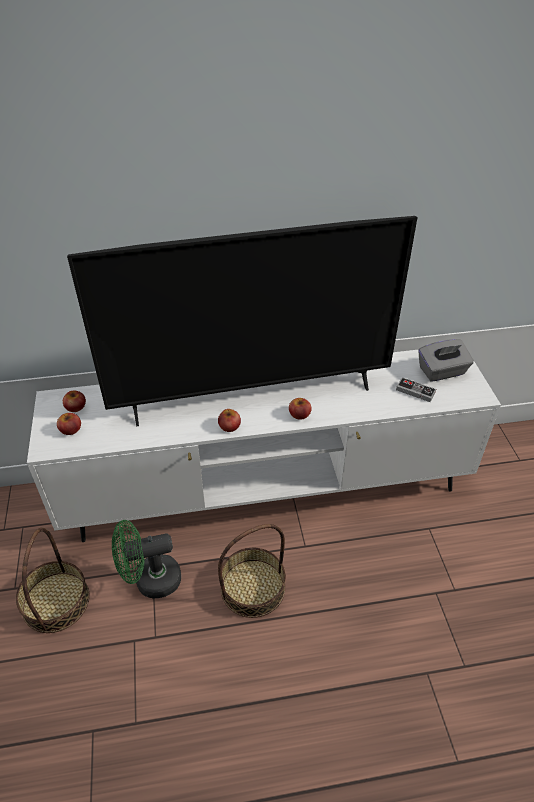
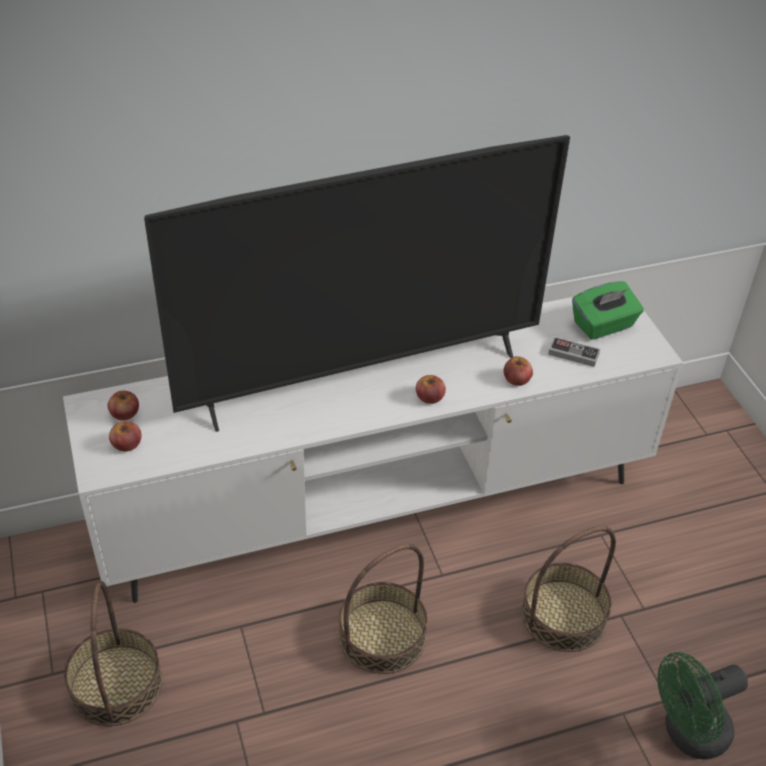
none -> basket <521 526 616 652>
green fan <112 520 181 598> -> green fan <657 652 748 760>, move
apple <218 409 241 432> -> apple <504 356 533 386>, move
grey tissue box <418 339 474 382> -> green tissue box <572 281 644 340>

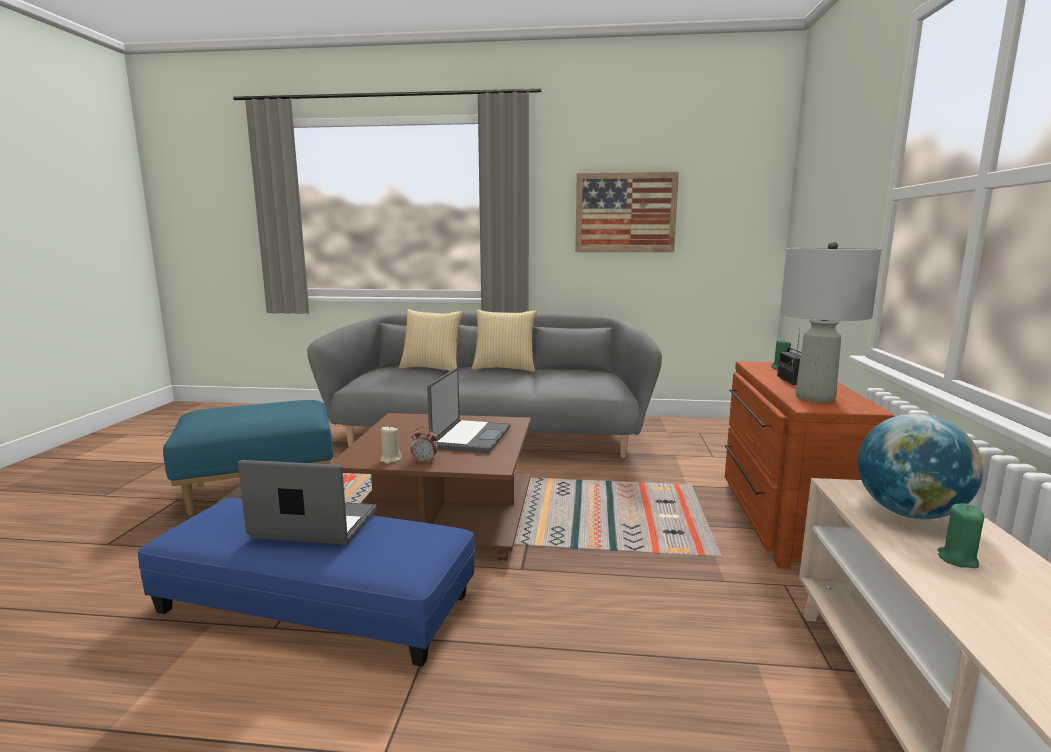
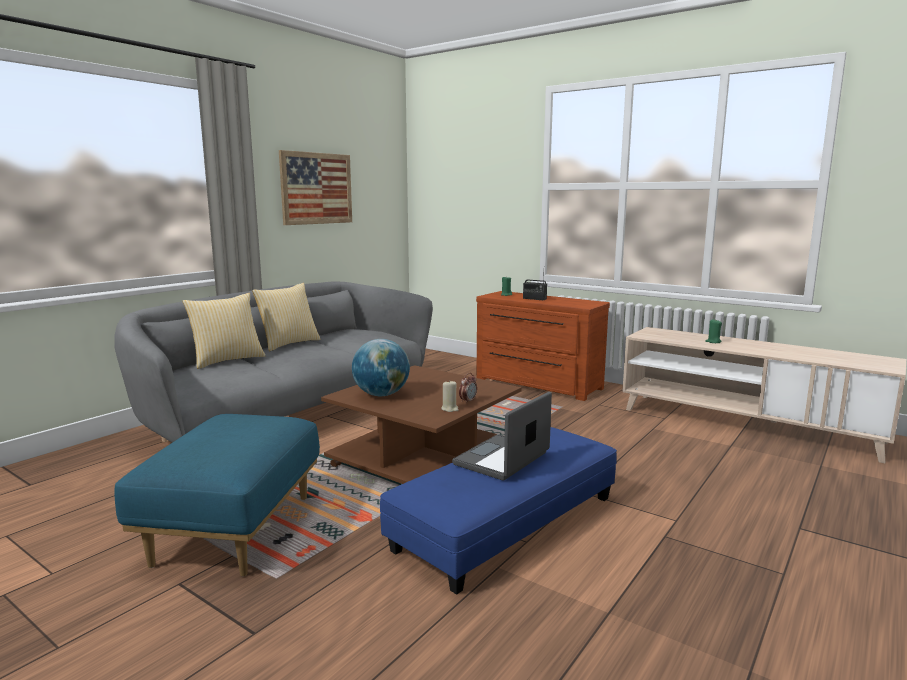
laptop <427 368 511 453> -> none
grey table lamp <780 242 881 403> -> none
globe <858 413 983 519> -> globe <352 339 410 396>, move

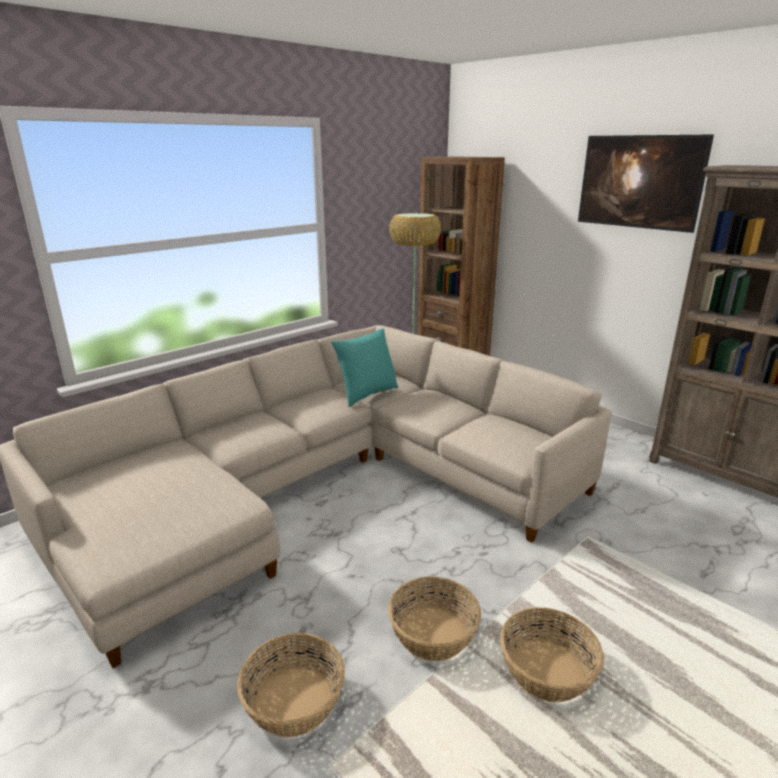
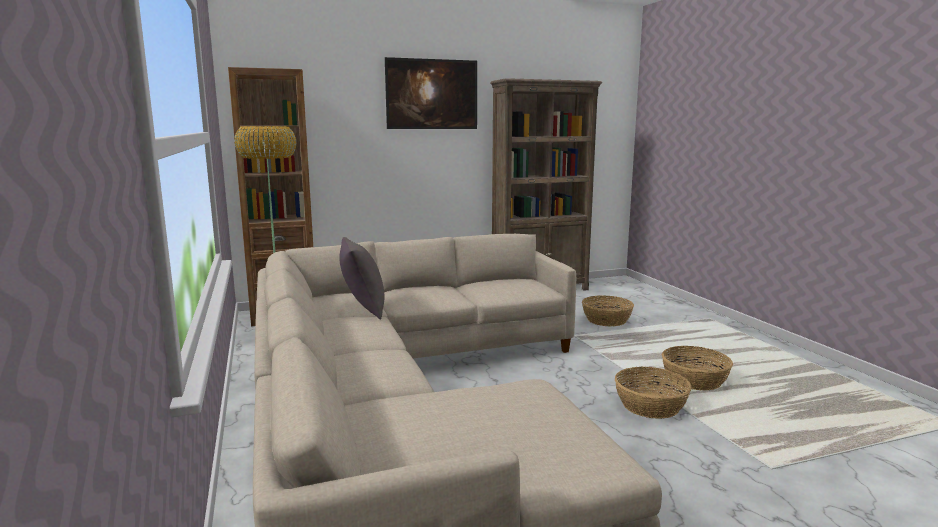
basket <237 633 345 737> -> basket <582 295 634 327>, move
turquoise pillow <331 328 398 407> -> grey pillow <339 237 385 320>

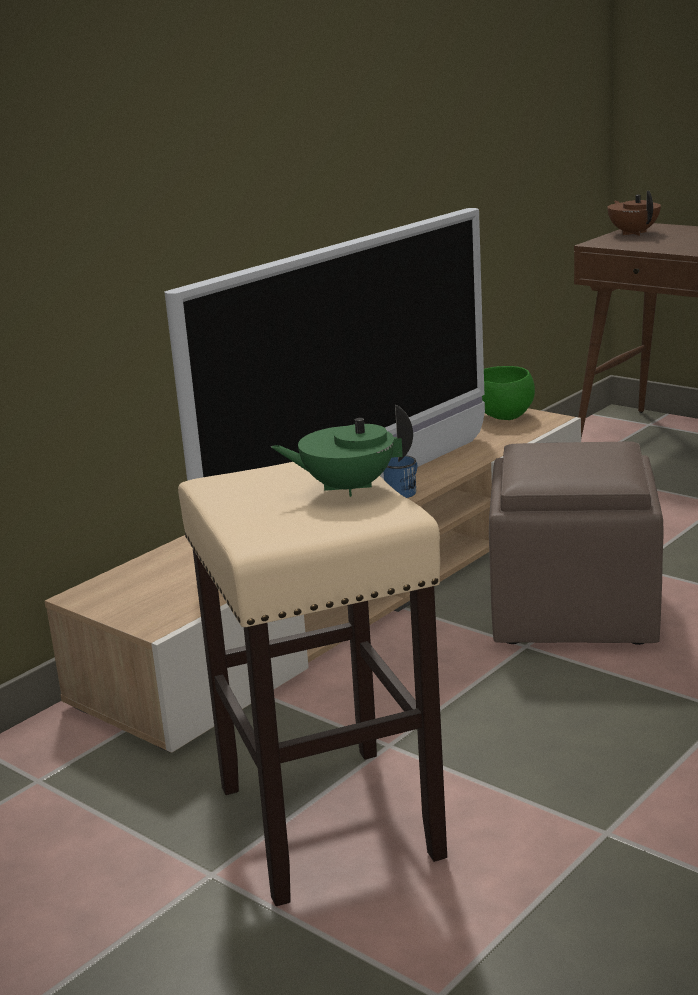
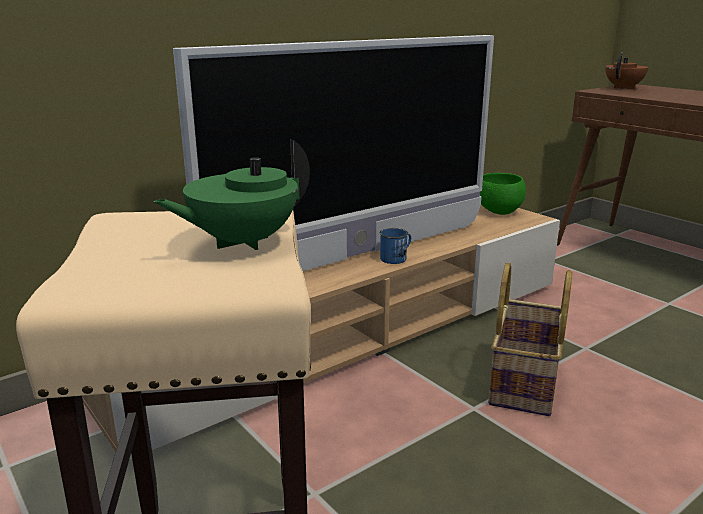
brown ottoman <489 441 663 645> -> basket <488 263 572 416>
green teapot <271 404 413 497> -> green teapot <153 139 310 250>, 45 degrees counterclockwise
brown teapot <607 191 661 236> -> brown teapot <605 53 649 89>, 45 degrees clockwise

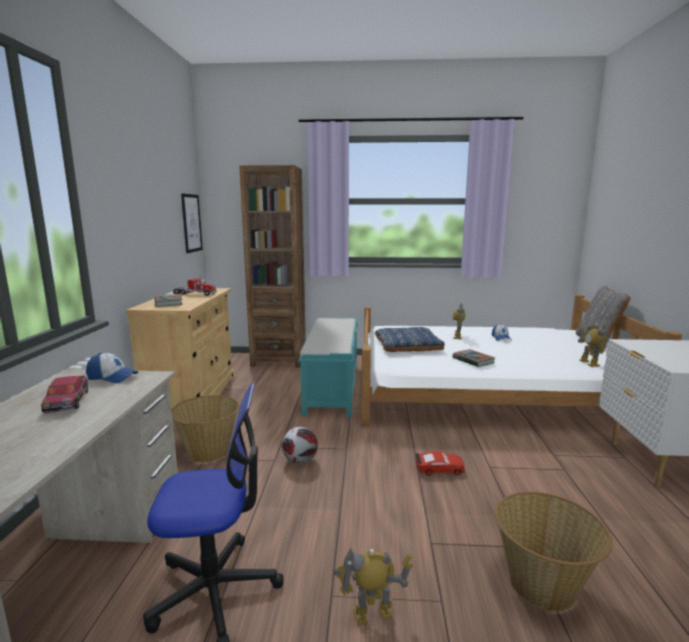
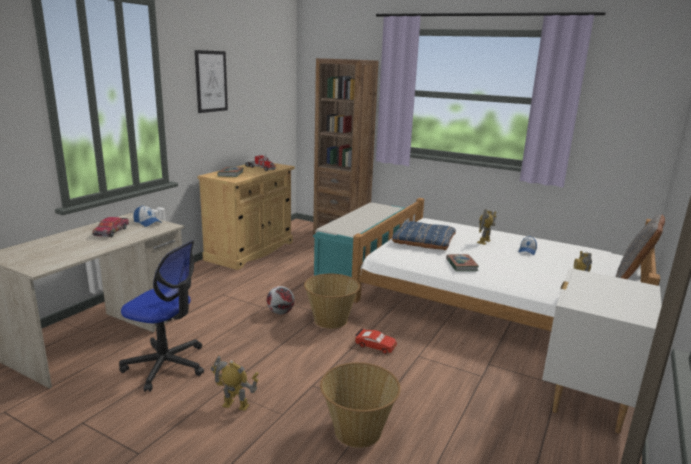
basket <171 395 240 463> -> basket <304 274 360 329>, move
picture <181 193 203 253> -> picture <195 50 228 113>, move

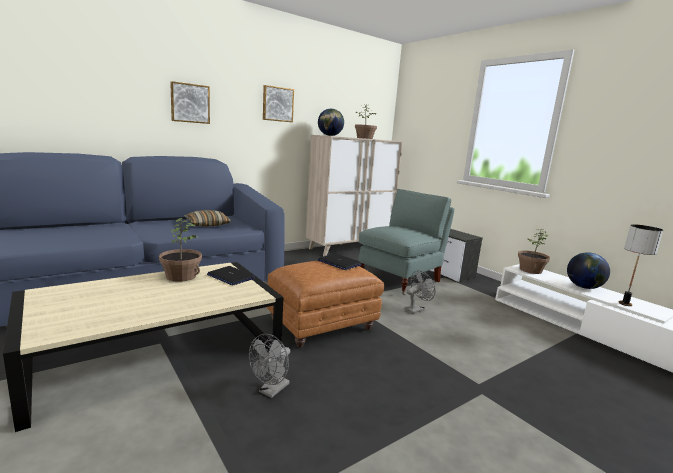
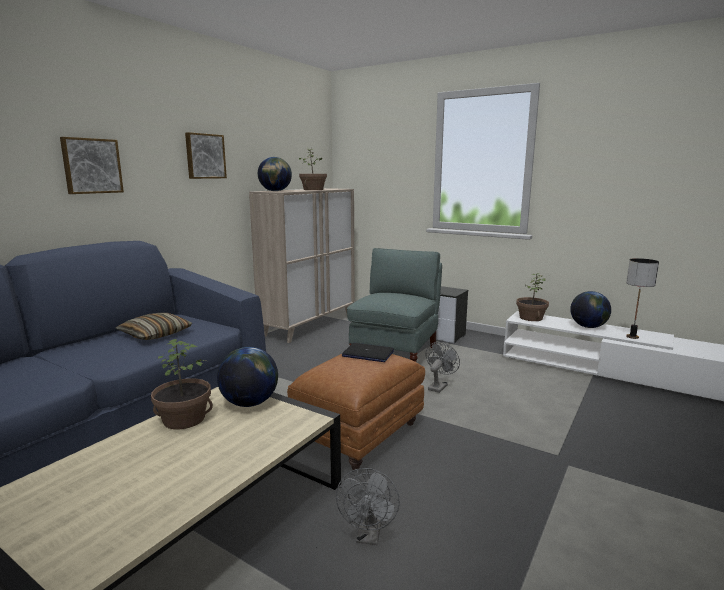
laptop <207 266 255 285> -> globe <217 347 278 407>

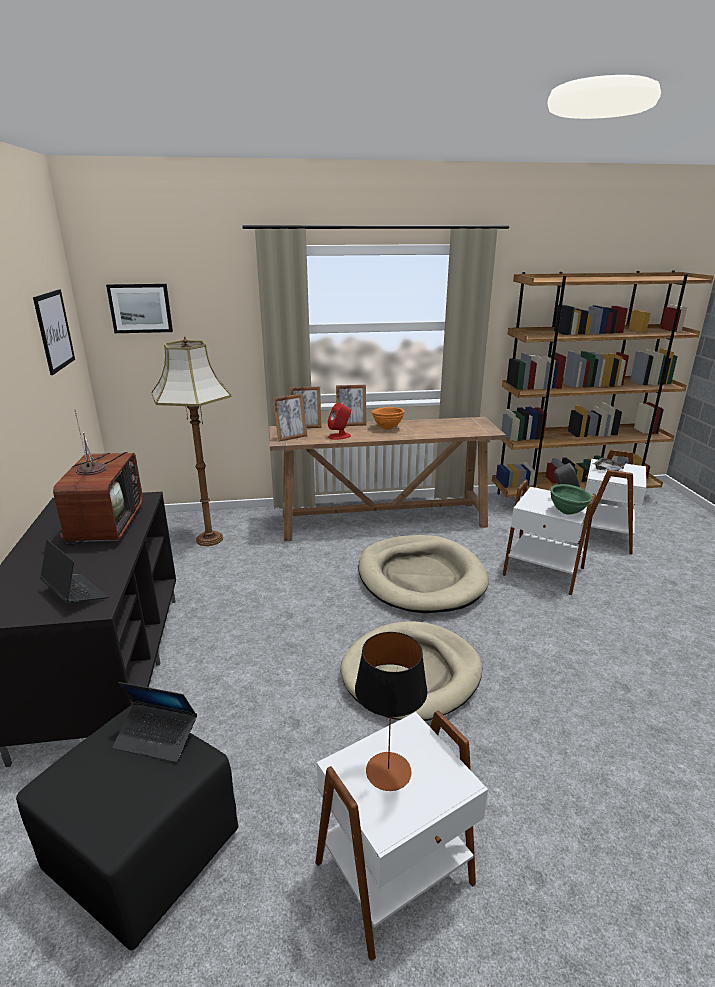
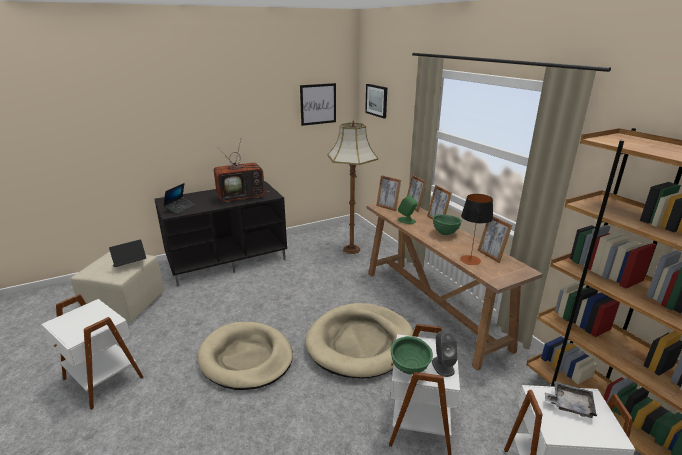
none -> picture frame <478 216 512 263>
table lamp <355 632 428 791> -> table lamp <460 194 493 265>, move
black ottoman <16 705 238 951> -> beige ottoman <71 252 164 323>
red speaker <328 402 351 440> -> green speaker <398 195 417 224>
orange bowl <371 407 405 429> -> green bowl <433 214 462 235>
laptop <112 682 197 762> -> laptop <109 239 146 267>, 60 degrees clockwise

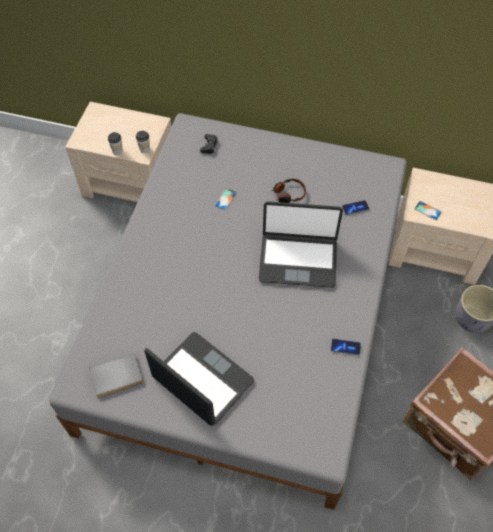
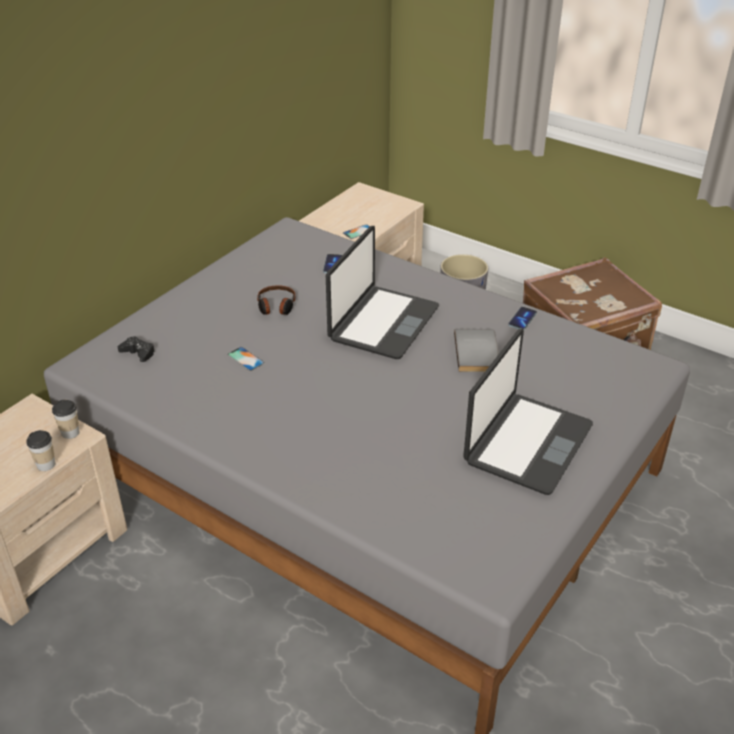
grey book <89 353 143 398> -> grey book <454 329 499 372>, move
laptop <144 332 254 426> -> laptop <463 329 593 495>, 150 degrees clockwise

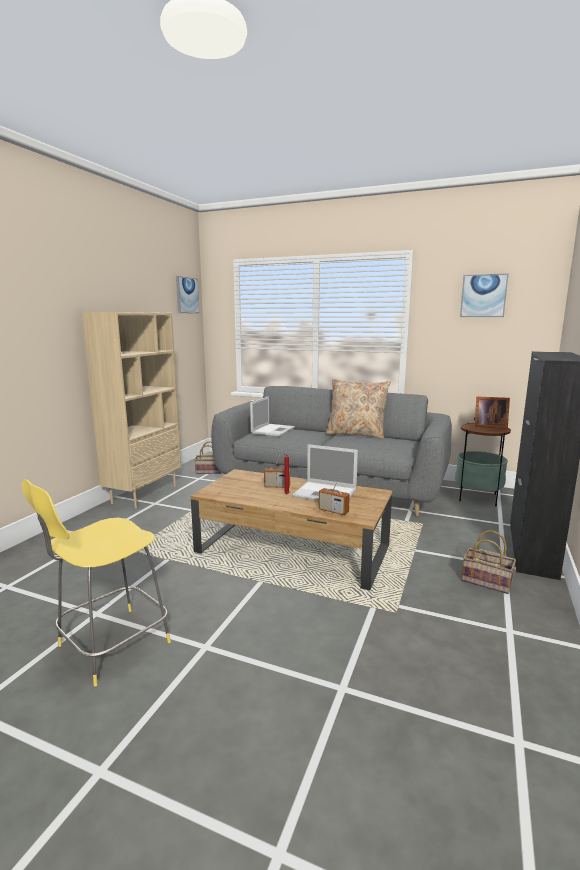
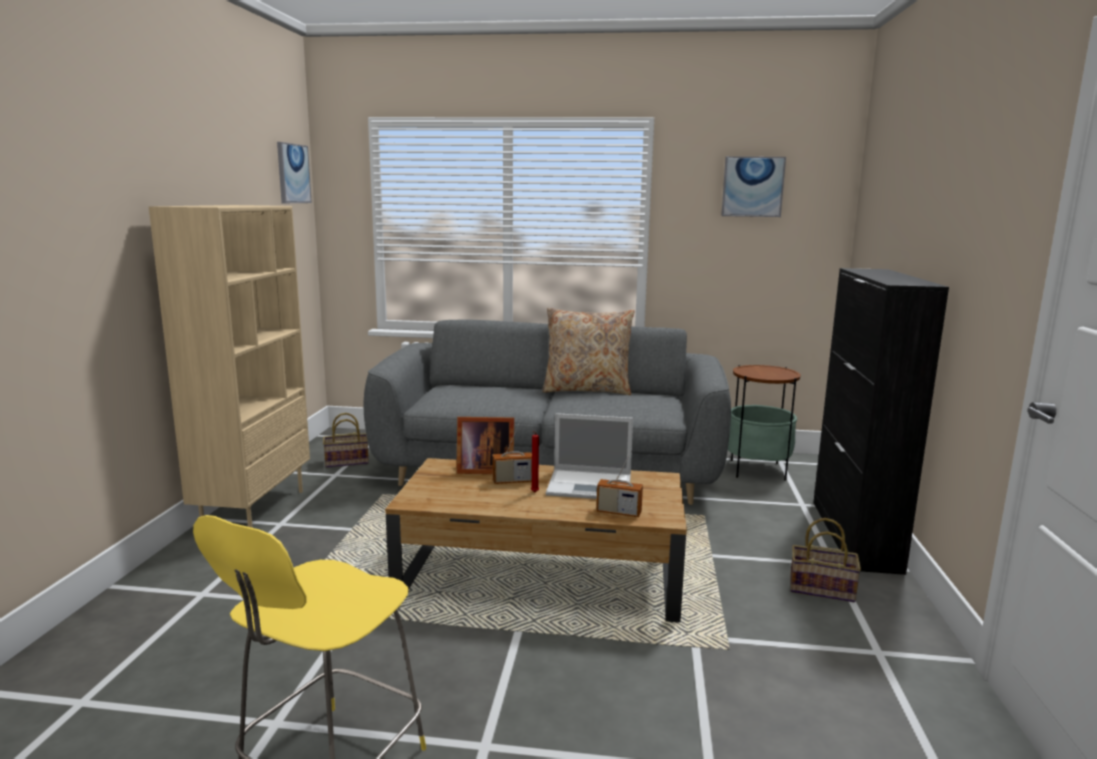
laptop <250 396 295 436> -> none
picture frame <474 397 510 429> -> picture frame <456 417 514 474>, move

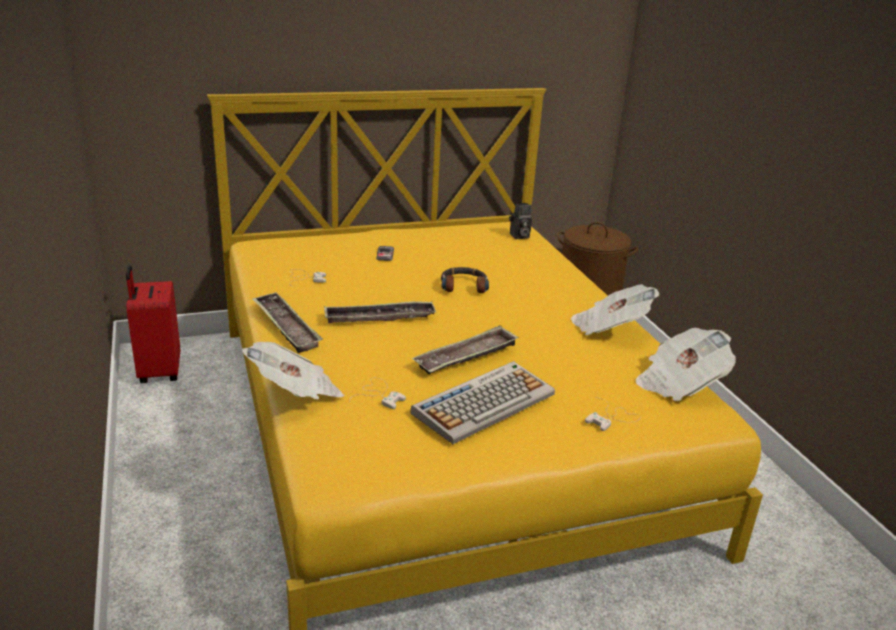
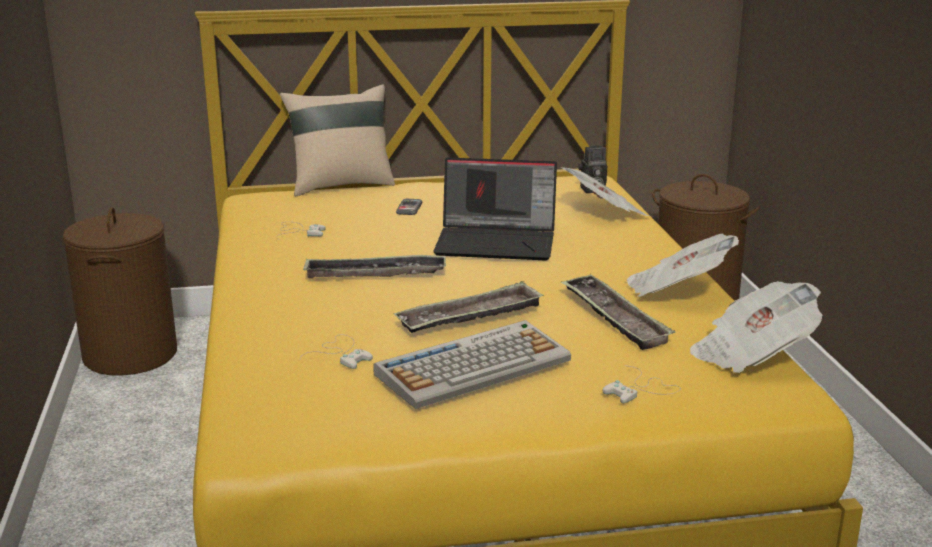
none -> beige pillow <280 84 395 196>
newspaper <242 342 344 400> -> newspaper <561 167 649 216>, move
tray <252 292 323 353> -> tray <561 274 675 350>, move
red suitcase <126 265 180 383> -> brown laundry basket <62 207 177 376>
headphones <441 267 489 293> -> laptop <433 158 557 260>

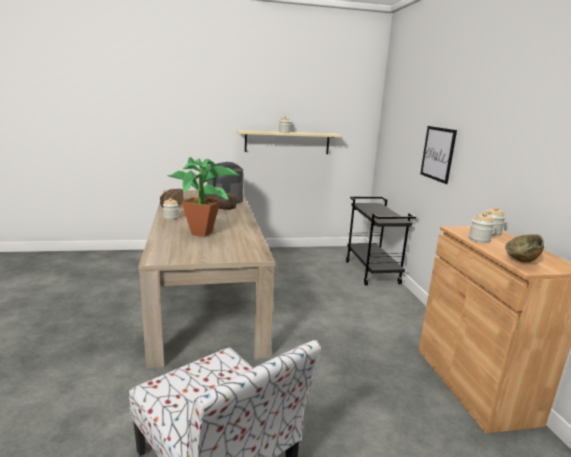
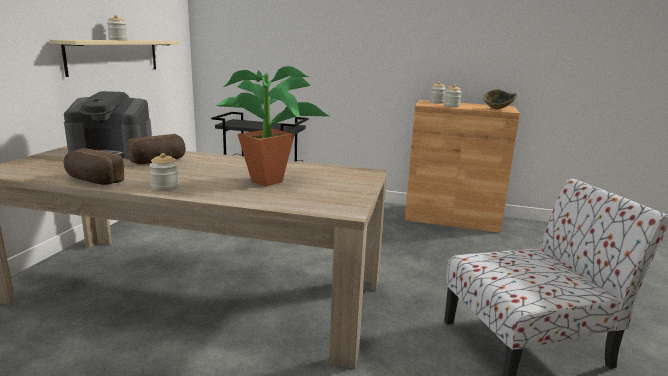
picture <420 126 457 184> -> none

